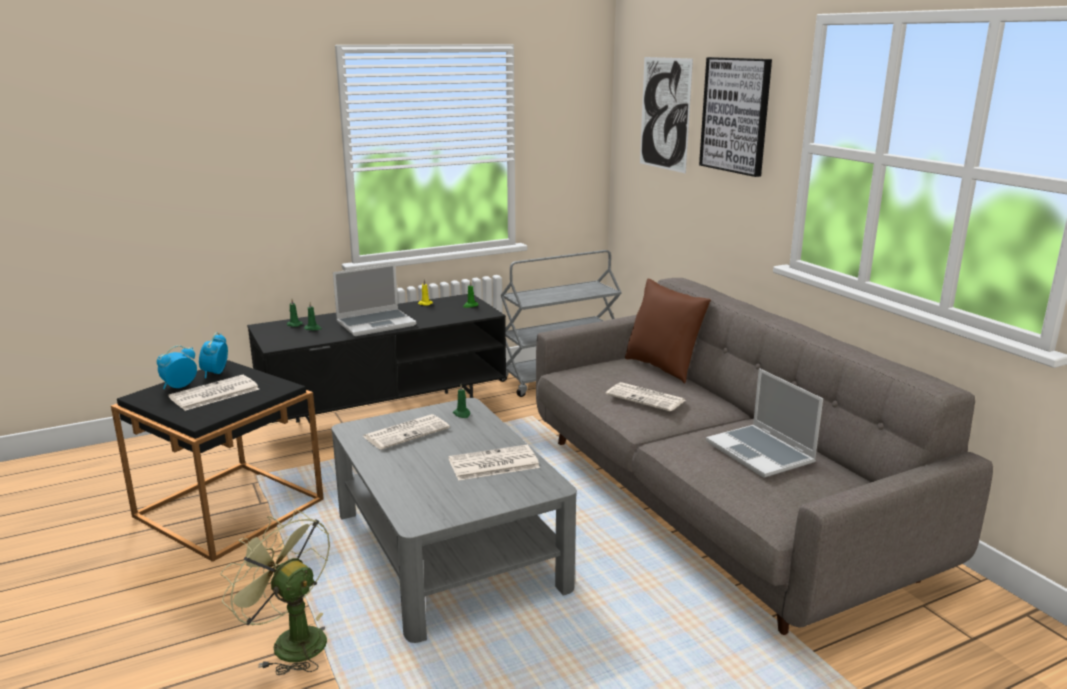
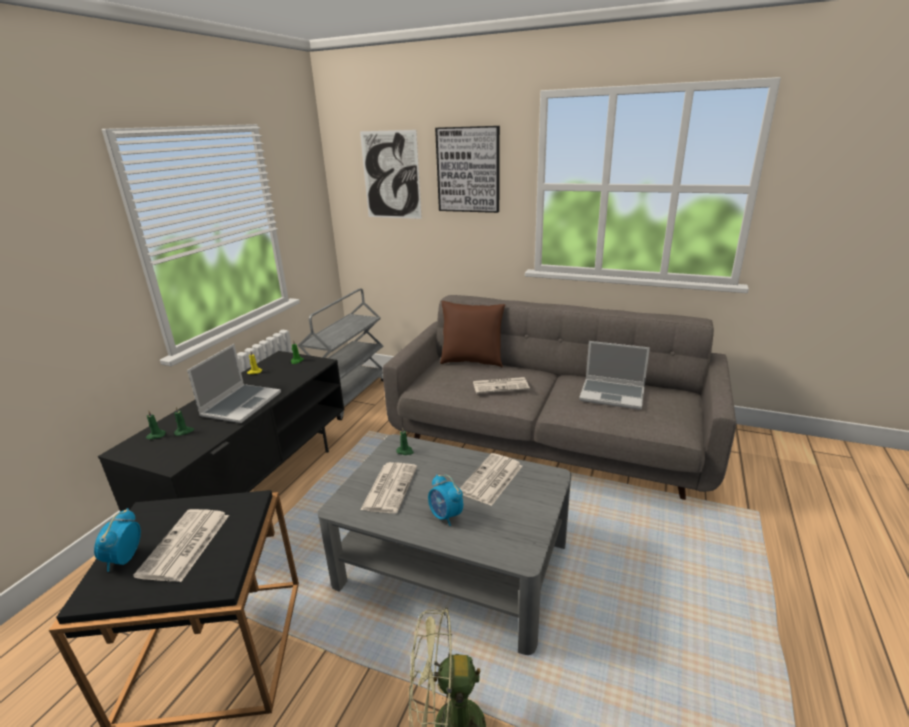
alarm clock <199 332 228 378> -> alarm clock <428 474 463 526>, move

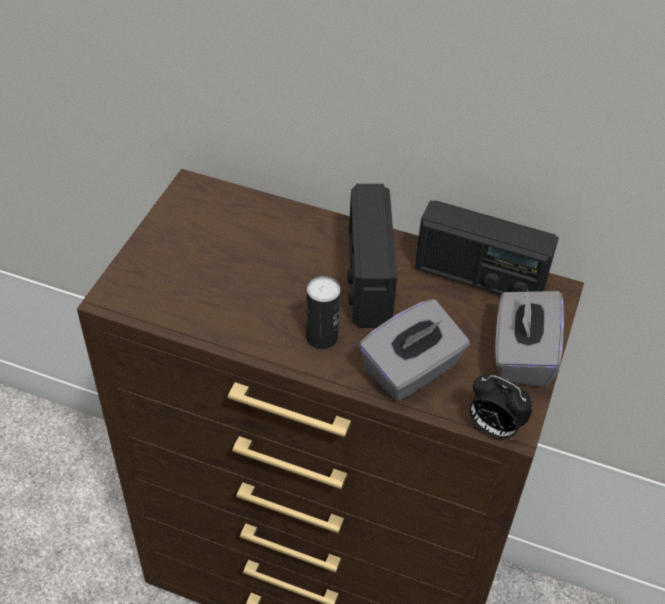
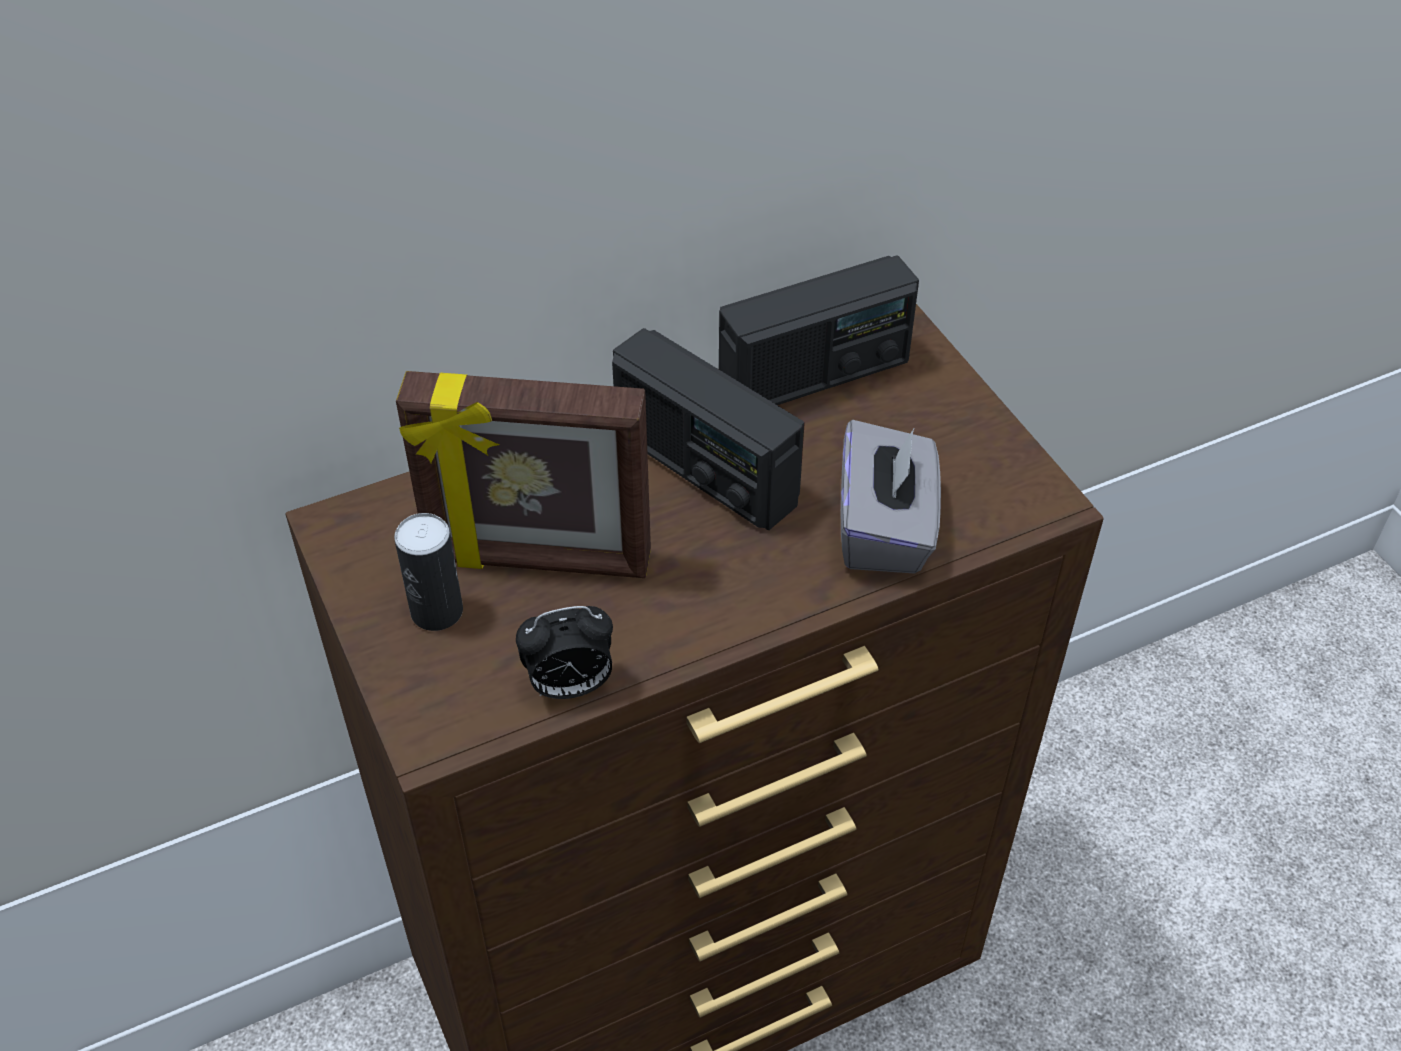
grey tissue box <495 290 564 387> -> none
none -> picture frame <396 371 651 578>
can <306 276 341 349> -> can <394 513 463 631>, move
alarm clock <469 374 532 440> -> alarm clock <516 606 613 699>, move

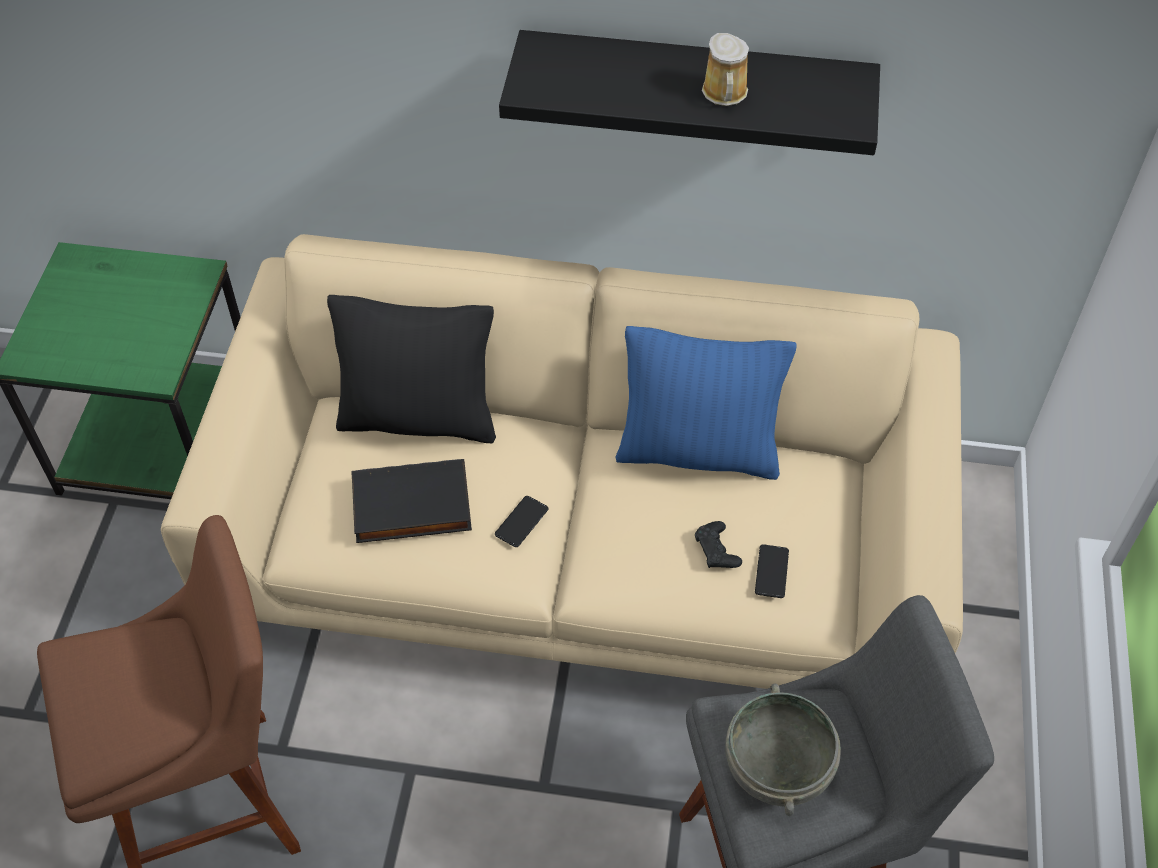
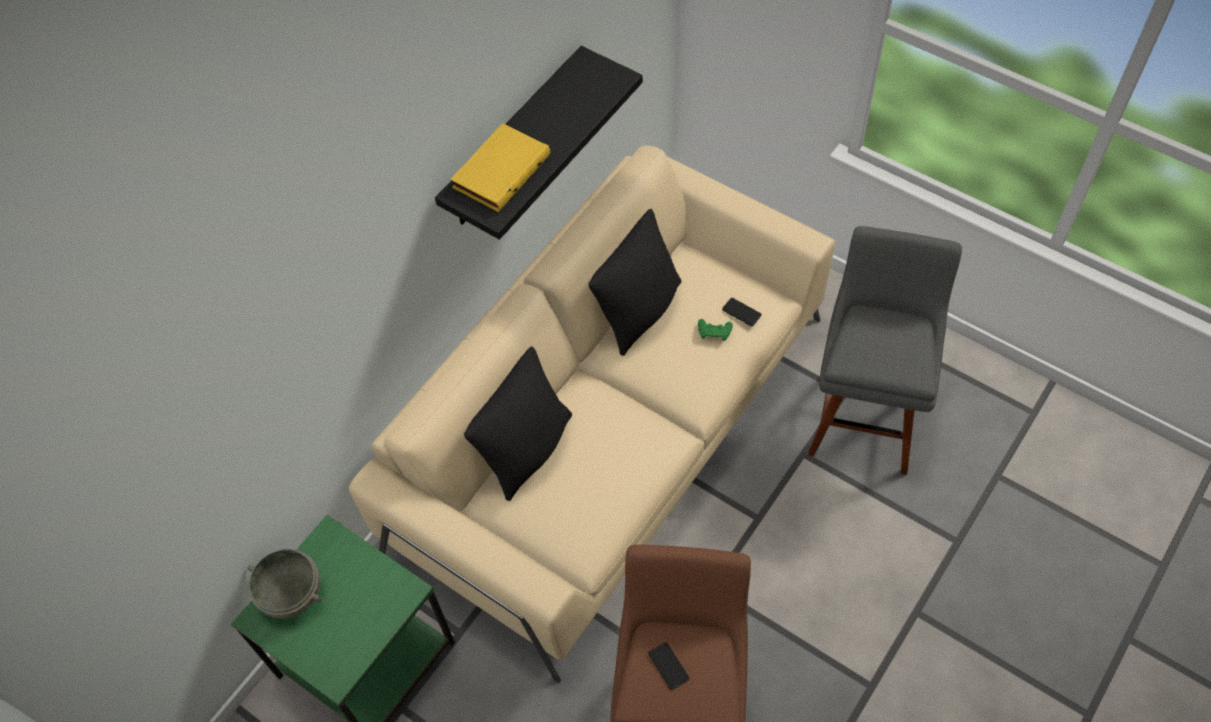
black book <351 459 472 543> -> none
mug <702 33 749 106> -> none
none -> yellow book <451 123 550 212>
phone <495 496 548 547> -> phone <648 642 689 690>, move
grey bowl <725 683 841 816> -> grey bowl <248 549 321 619>, move
blue pillow <615 326 796 480> -> black pillow <589 209 681 356>
black game controller <695 521 742 568> -> green game controller <698 319 733 341>

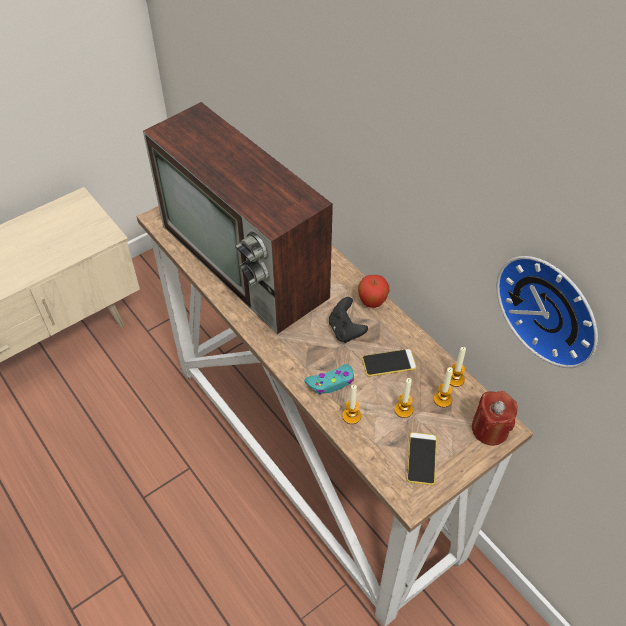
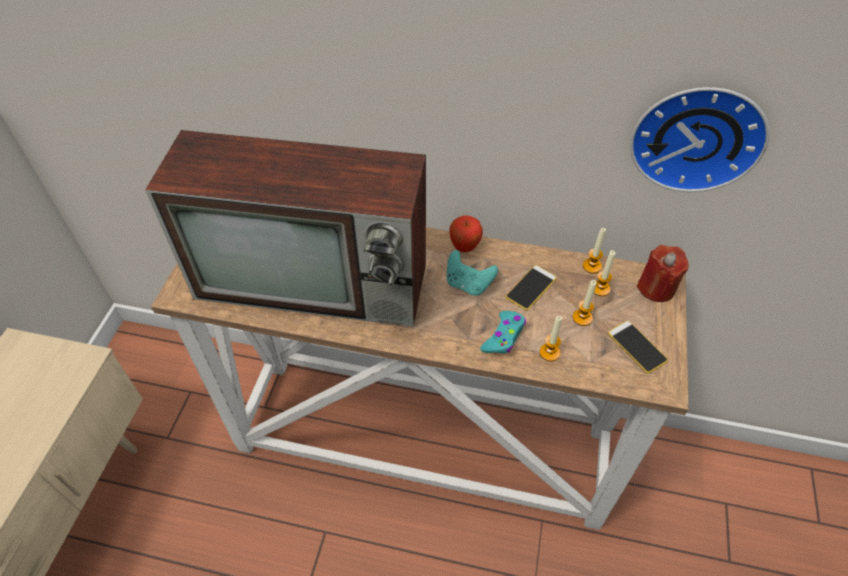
black game controller <329 297 368 343> -> turquoise game controller <447 250 498 296>

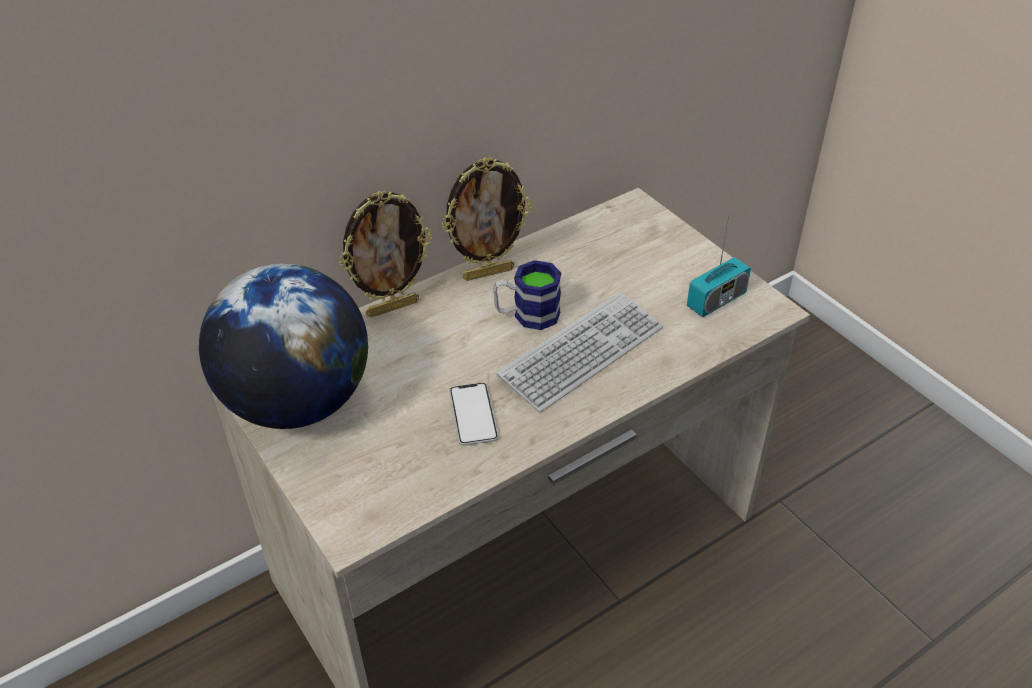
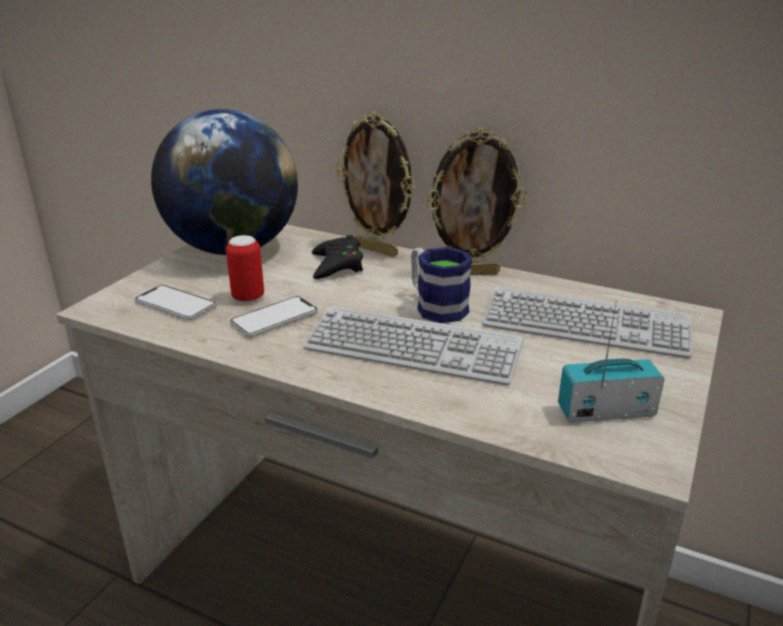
none -> phone <135 285 217 320>
none -> can <226 235 264 303>
none -> black game controller <312 235 363 279>
none -> keyboard <482 287 692 358>
picture frame <442 158 532 281> -> picture frame <425 127 527 275>, 45 degrees counterclockwise
radio <687 215 751 317> -> radio <558 300 664 423>, 150 degrees clockwise

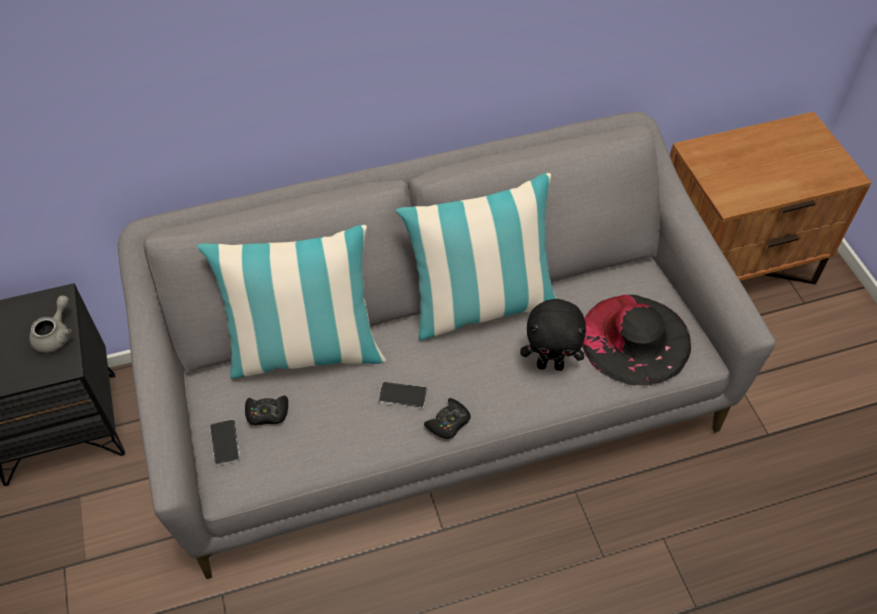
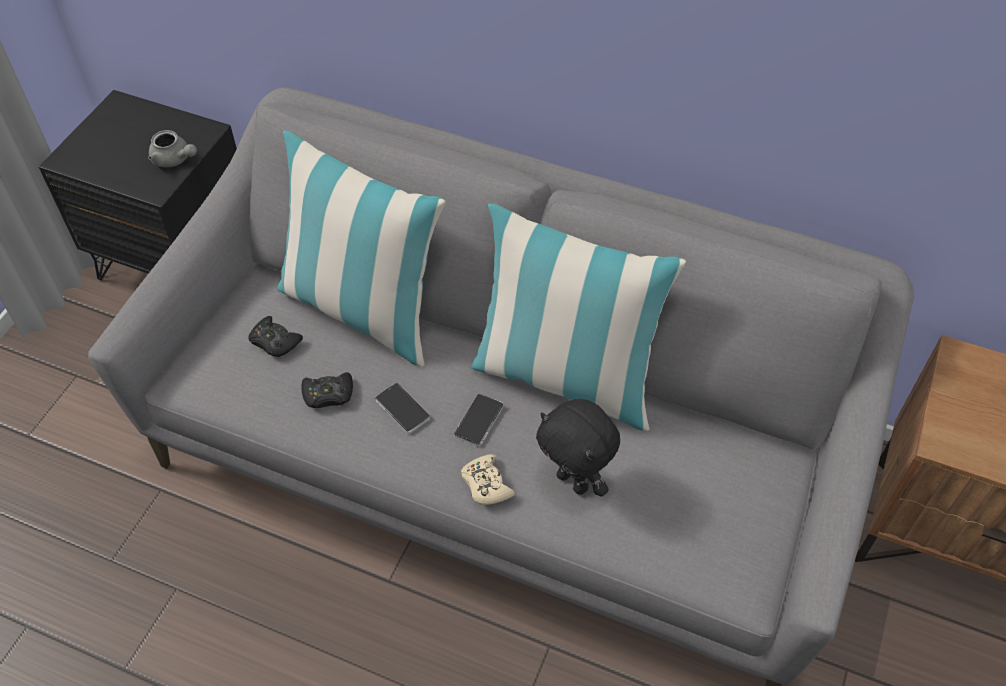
black hat <582 295 691 386> -> none
none -> beige game controller <461 454 515 505>
phone <210 419 240 466> -> phone <454 393 503 447>, move
black game controller <424 398 471 439> -> black game controller <301 372 353 408>, move
grey teapot <29 295 71 353> -> grey teapot <148 130 197 167>, 60 degrees clockwise

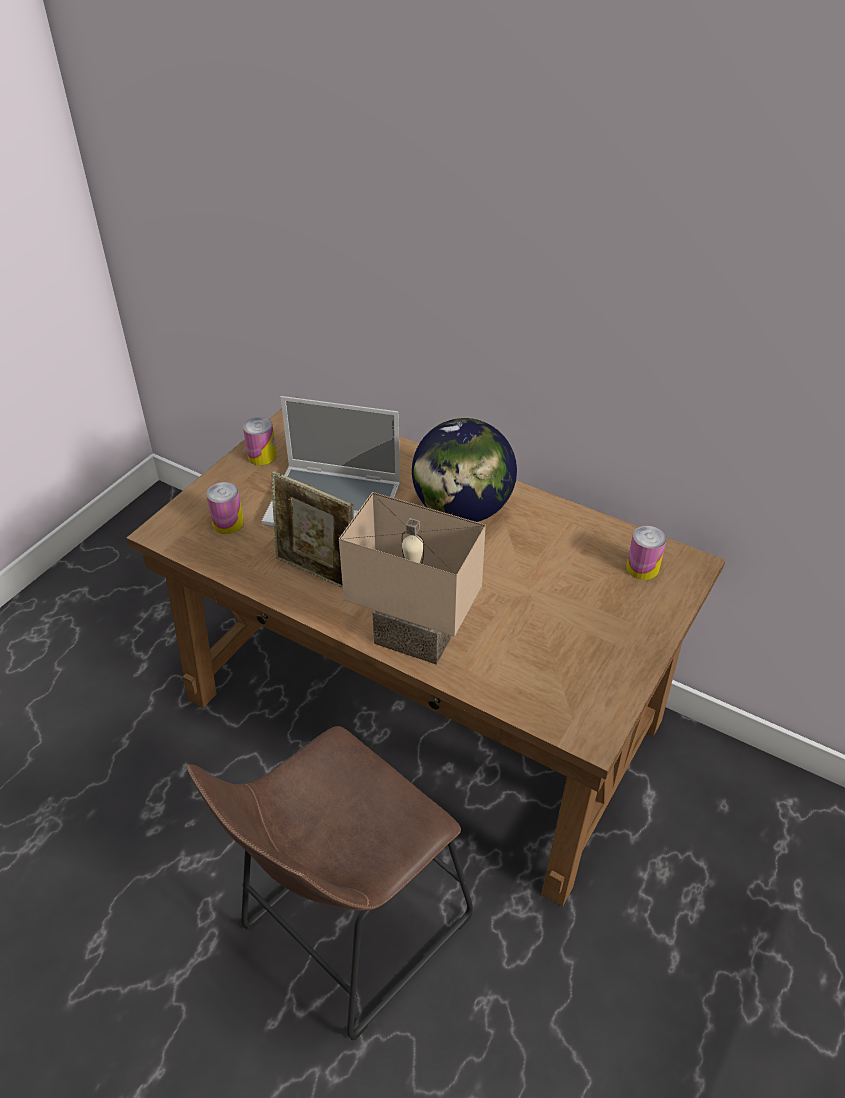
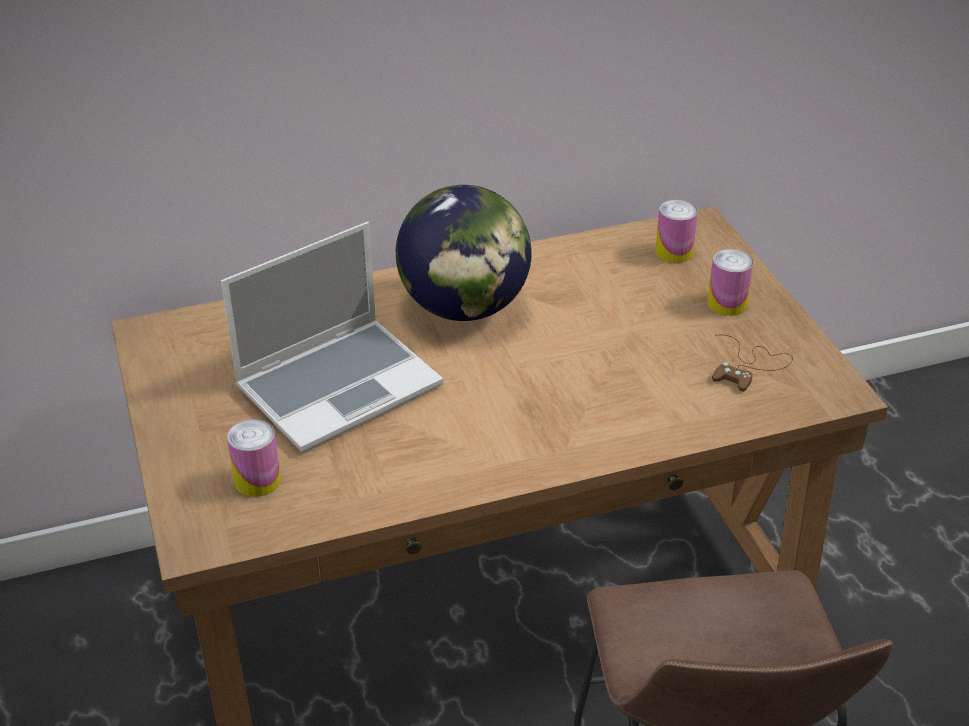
picture frame <271 471 354 589> -> none
beige table lamp <339 492 486 665> -> none
none -> brown game controller <712 335 793 392>
can <243 417 277 466> -> can <707 249 754 316>, move

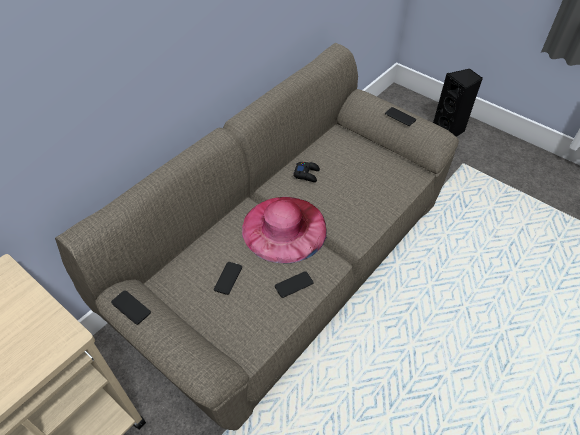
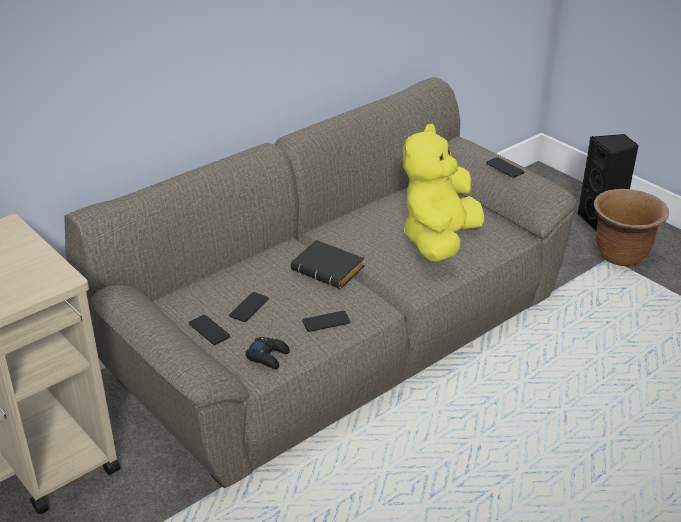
none -> yellow plush toy <403 124 484 262>
none -> brown planter <594 189 669 267>
phone <111 290 151 325> -> phone <189 315 230 345>, move
black game controller <293 162 320 182> -> black game controller <245 337 290 369>, move
pink hat <242 197 326 263> -> black book <291 240 364 289>

